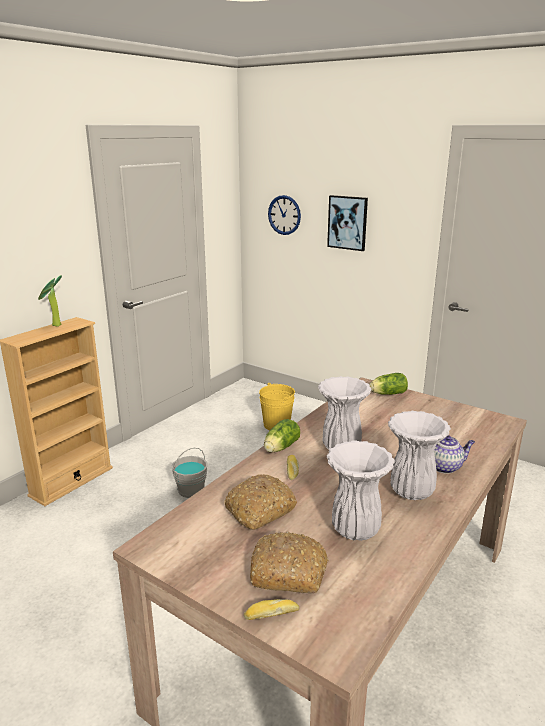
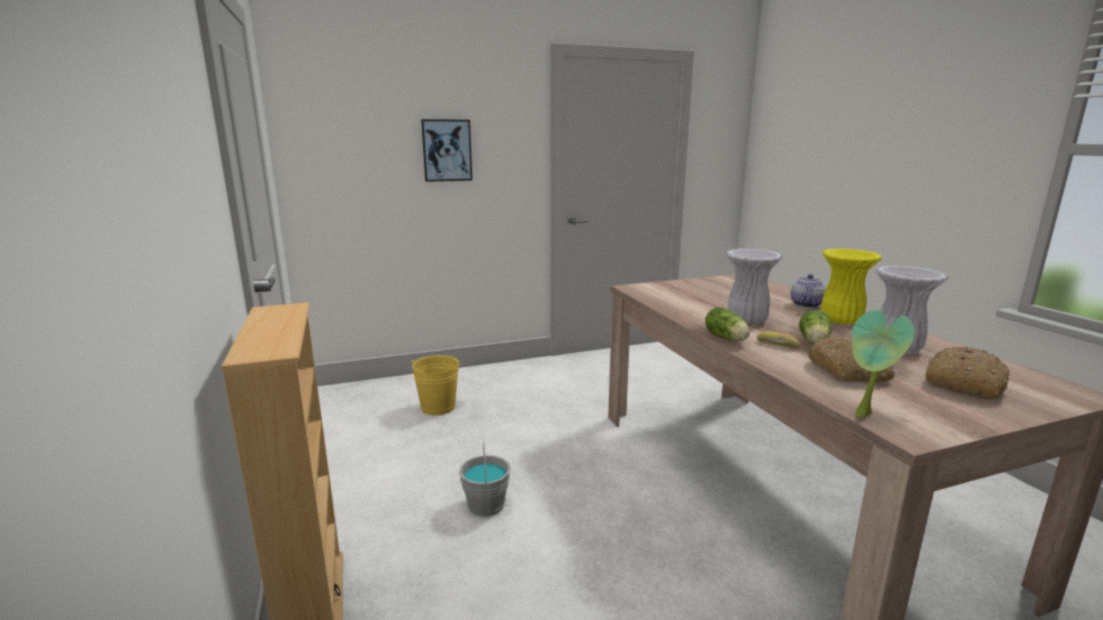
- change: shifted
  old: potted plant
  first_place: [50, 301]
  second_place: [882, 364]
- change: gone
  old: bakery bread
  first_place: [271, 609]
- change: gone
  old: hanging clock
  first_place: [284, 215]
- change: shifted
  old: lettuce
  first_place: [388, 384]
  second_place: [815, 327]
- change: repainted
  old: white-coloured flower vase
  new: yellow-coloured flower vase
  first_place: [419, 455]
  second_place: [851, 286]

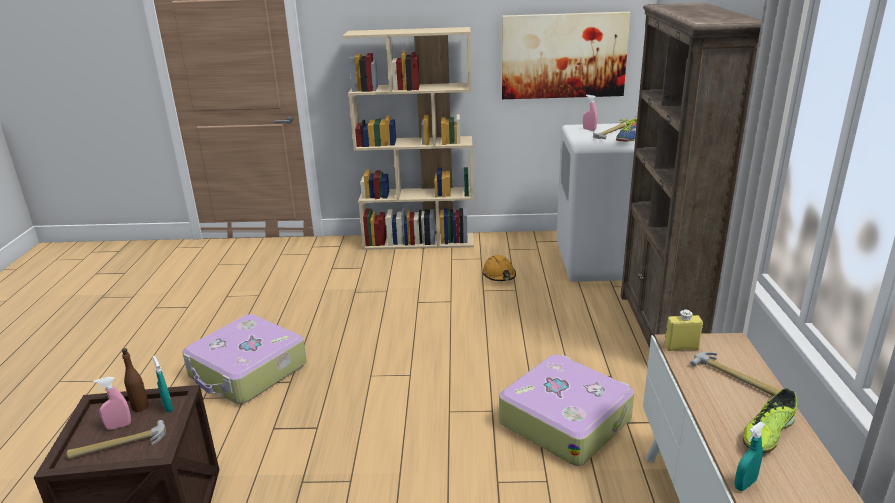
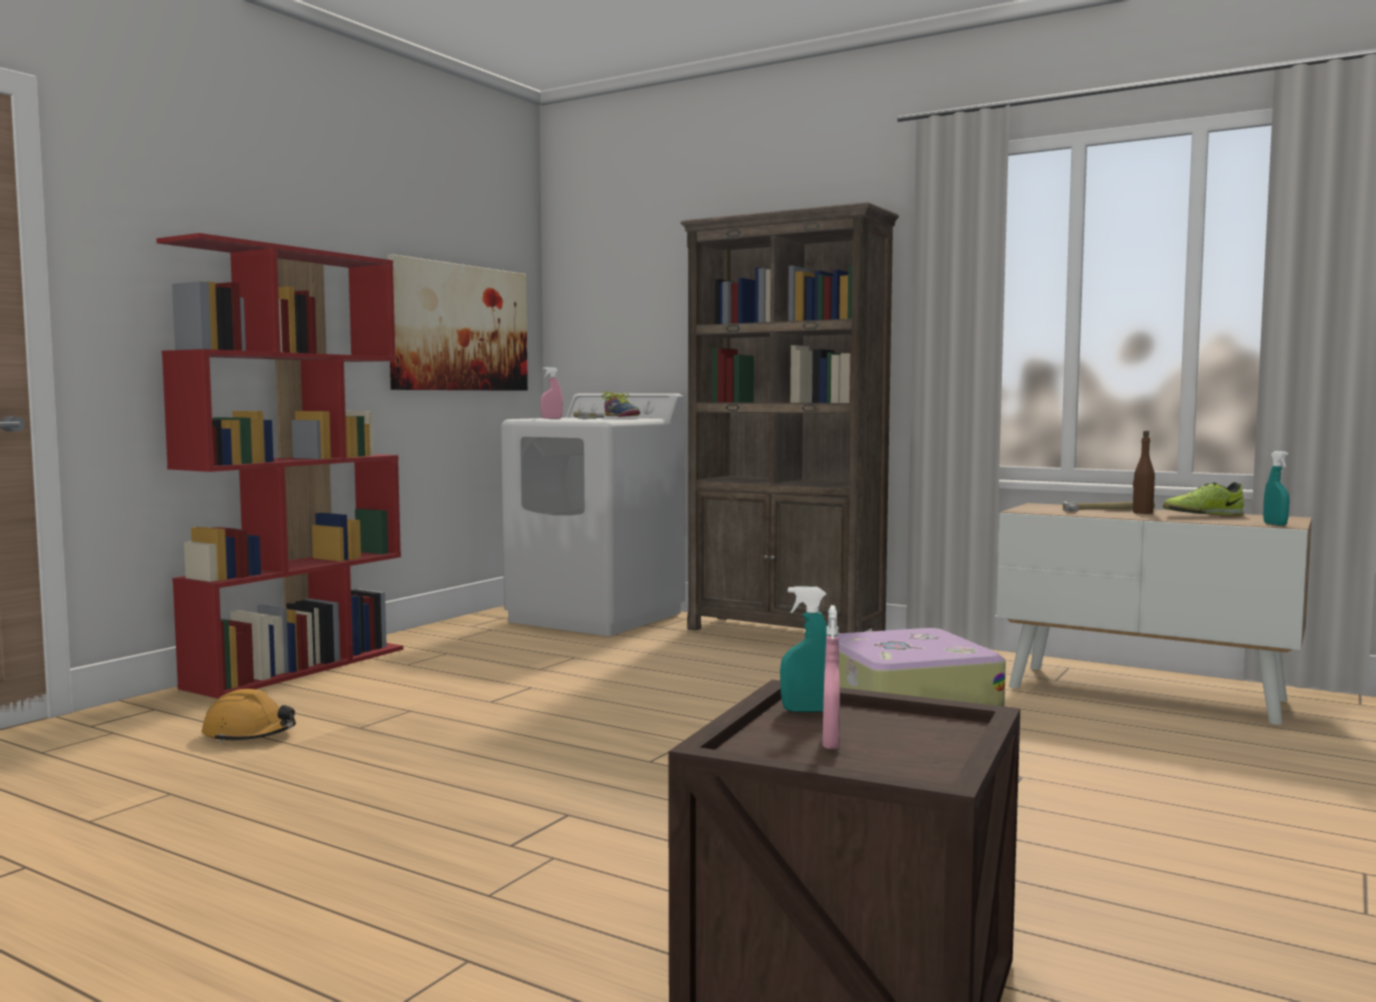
- change: gone
  old: tool hammer
  first_place: [116, 439]
- change: shifted
  old: brownish bottle
  first_place: [135, 380]
  second_place: [1144, 472]
- change: gone
  old: suitcase
  first_place: [245, 359]
- change: repainted
  old: beige-coloured bookshelf
  new: reddish bookshelf
  first_place: [408, 138]
  second_place: [279, 465]
- change: shifted
  old: orange-coloured safety helmet
  first_place: [499, 268]
  second_place: [248, 716]
- change: gone
  old: yellow-coloured bottle
  first_place: [684, 330]
- change: rotated
  old: low shoe
  first_place: [770, 420]
  second_place: [1203, 499]
  degrees: 90

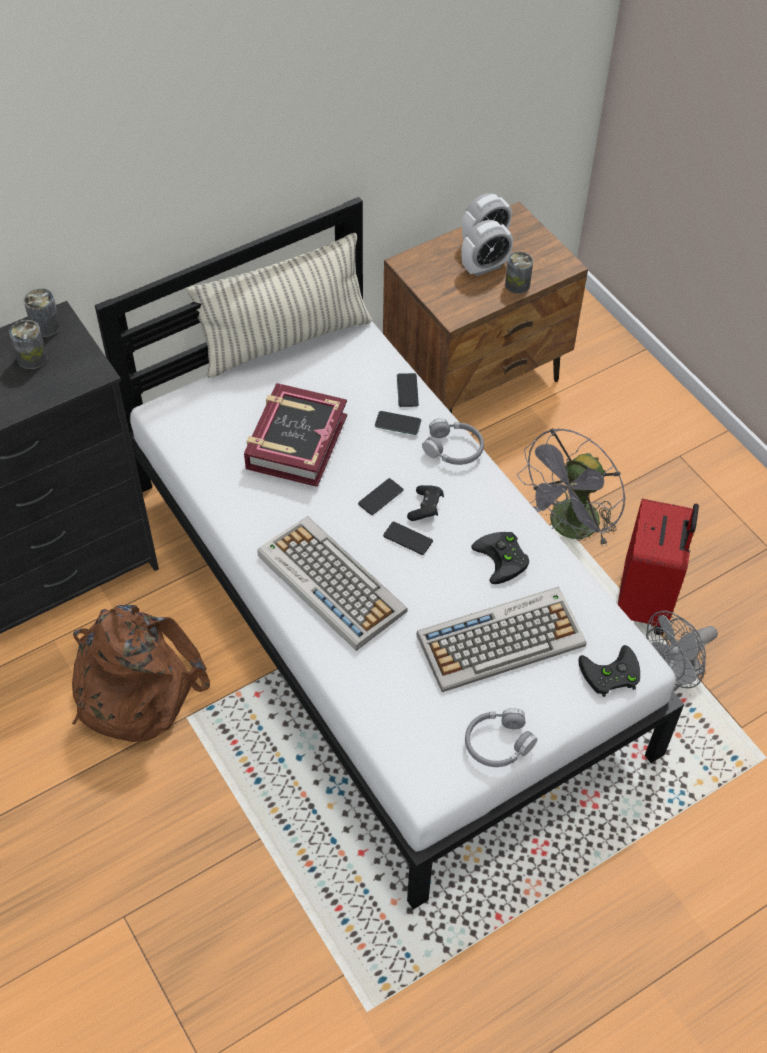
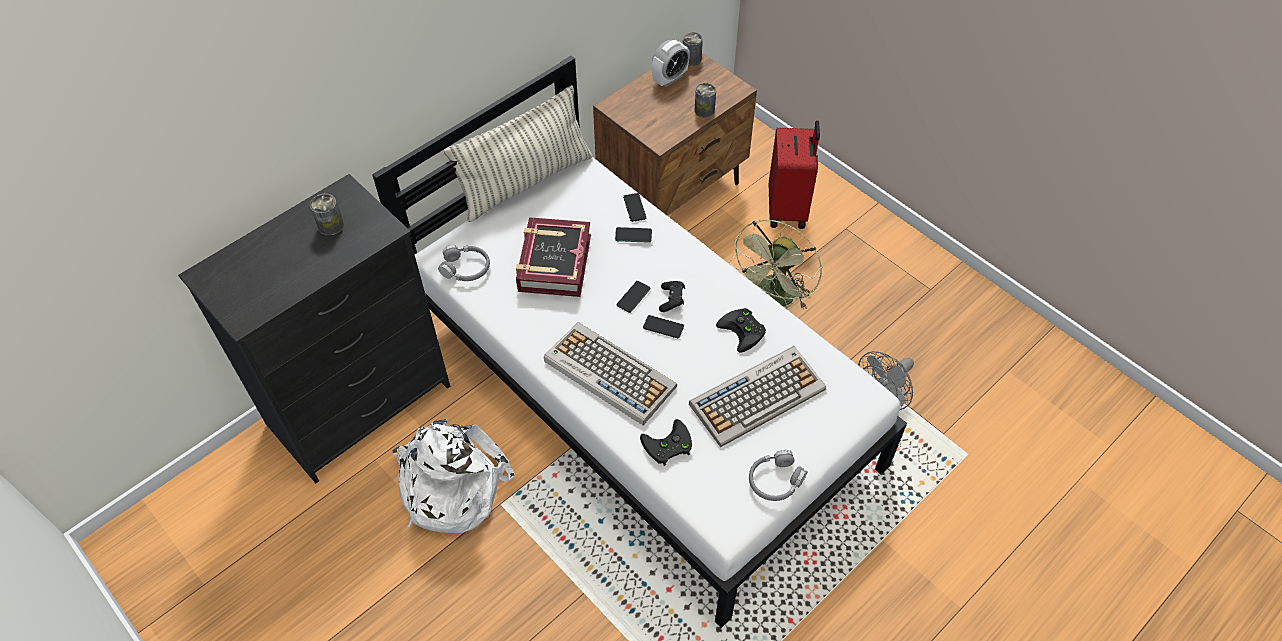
- change: shifted
  old: can
  first_place: [42, 312]
  second_place: [693, 49]
- change: repainted
  old: brownish knapsack
  new: white-coloured knapsack
  first_place: [141, 673]
  second_place: [454, 476]
- change: shifted
  old: grey pair of headphones
  first_place: [453, 442]
  second_place: [464, 263]
- change: gone
  old: table clock
  first_place: [487, 248]
- change: repainted
  old: grey electric fan
  new: greenish electric fan
  first_place: [571, 487]
  second_place: [775, 264]
- change: shifted
  old: black-coloured joypad
  first_place: [609, 671]
  second_place: [666, 442]
- change: shifted
  old: reddish suitcase
  first_place: [658, 567]
  second_place: [794, 174]

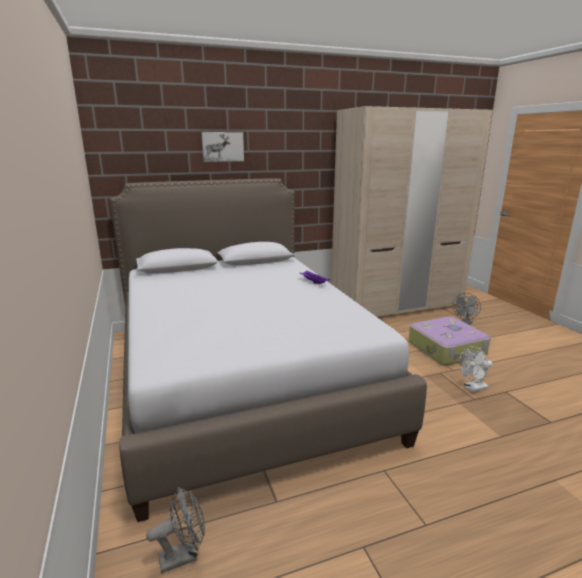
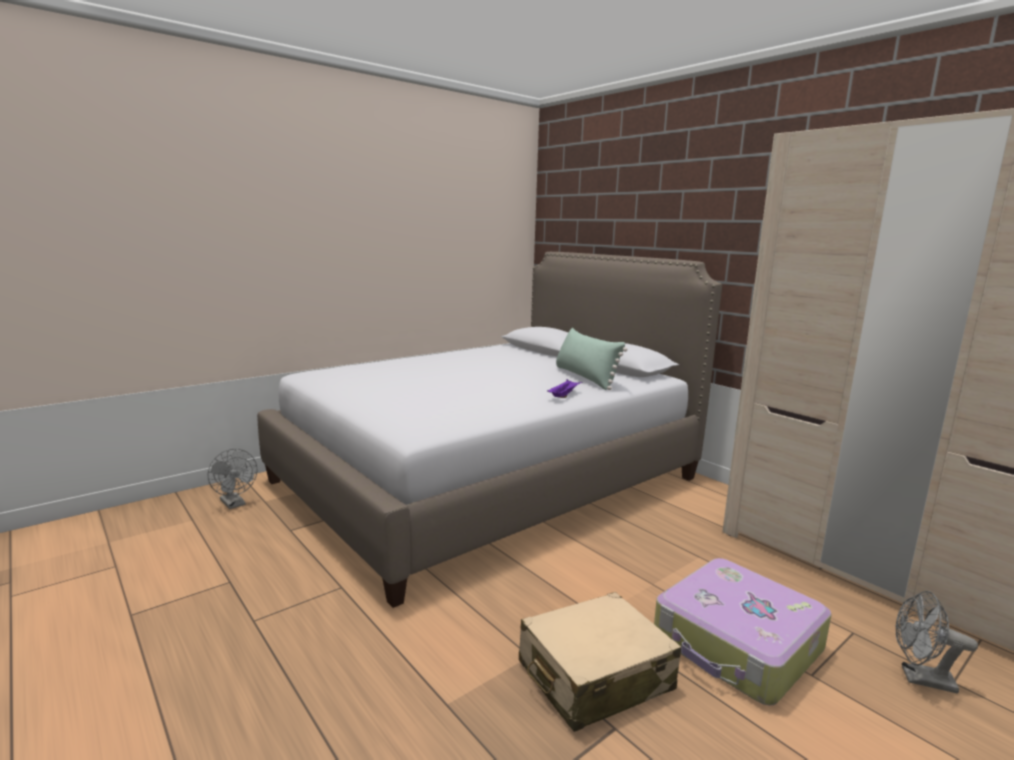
- change: gone
  old: wall picture
  first_place: [222, 147]
- change: swapped
  old: white-coloured electric fan
  new: beige-coloured suitcase
  first_place: [476, 369]
  second_place: [600, 662]
- change: new
  new: greenish throw pillow
  second_place: [592, 359]

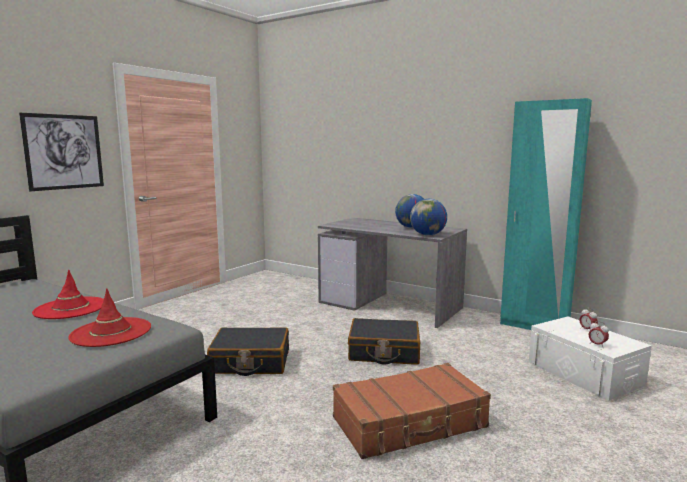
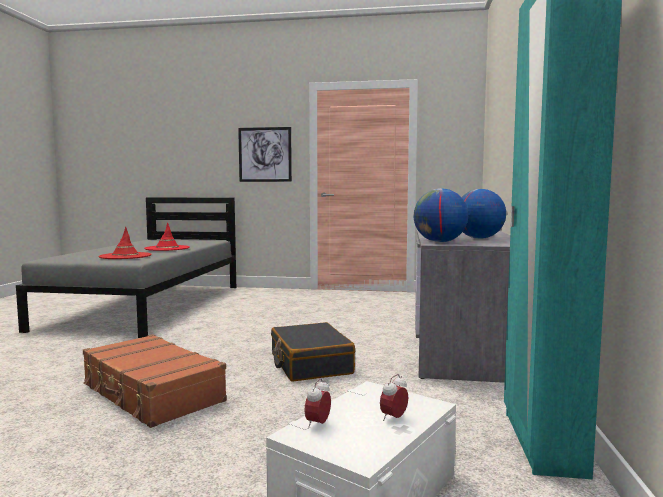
- change: gone
  old: black-coloured suitcase
  first_place: [248, 351]

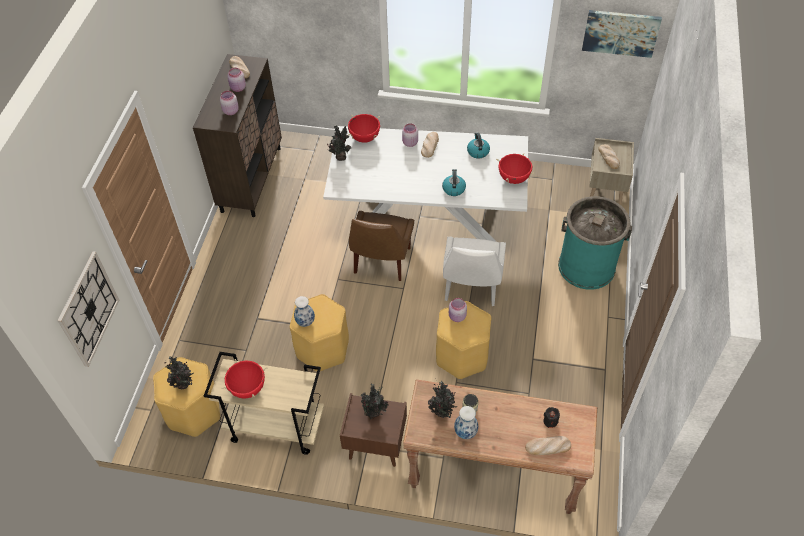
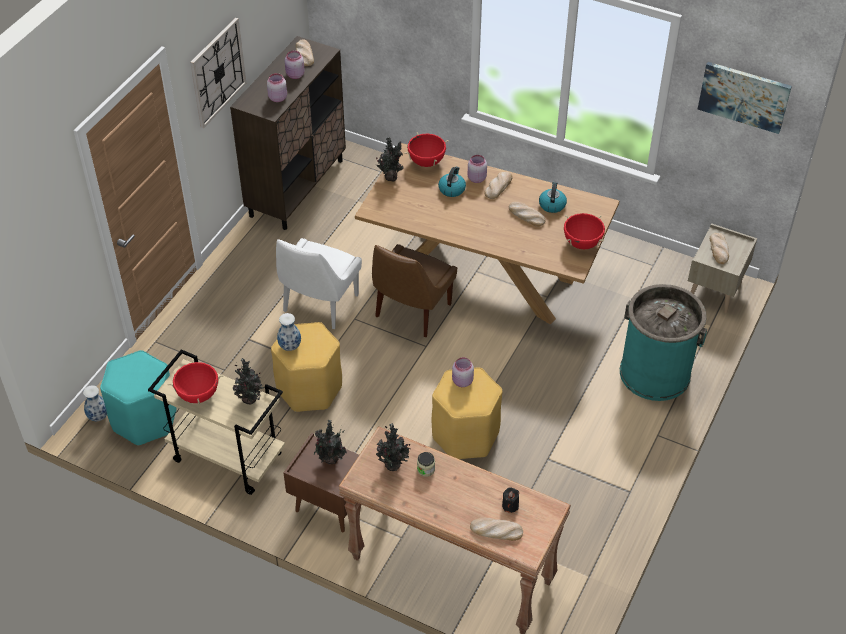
- change: shifted
  old: hanging clock
  first_place: [88, 309]
  second_place: [218, 73]
- change: repainted
  old: yellow-coloured stool seat
  new: turquoise-coloured stool seat
  first_place: [186, 397]
  second_place: [138, 398]
- change: shifted
  old: potted plant
  first_place: [179, 372]
  second_place: [249, 381]
- change: repainted
  old: white-coloured dinner table
  new: brownish dinner table
  first_place: [425, 183]
  second_place: [487, 233]
- change: shifted
  old: kettle
  first_place: [454, 182]
  second_place: [452, 182]
- change: shifted
  old: white-coloured plain chair
  first_place: [474, 271]
  second_place: [319, 283]
- change: shifted
  old: flower vase
  first_place: [466, 422]
  second_place: [95, 403]
- change: new
  new: bakery bread
  second_place: [527, 214]

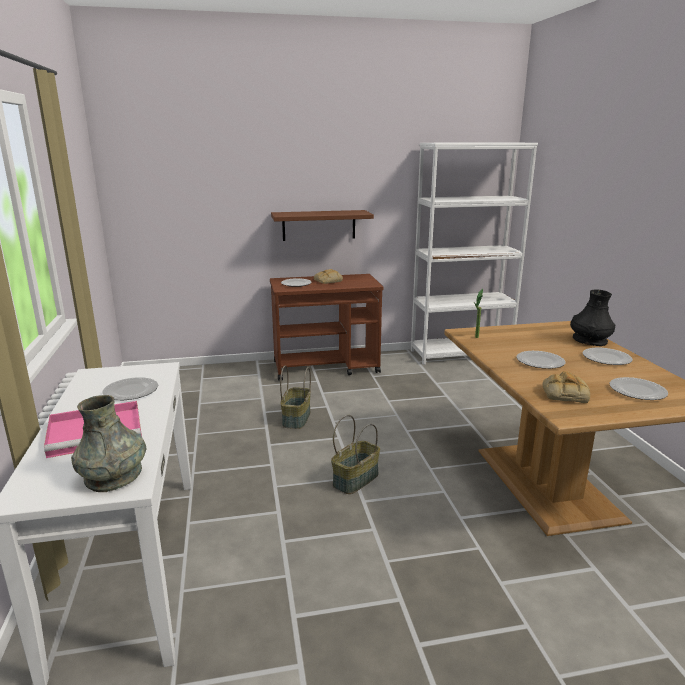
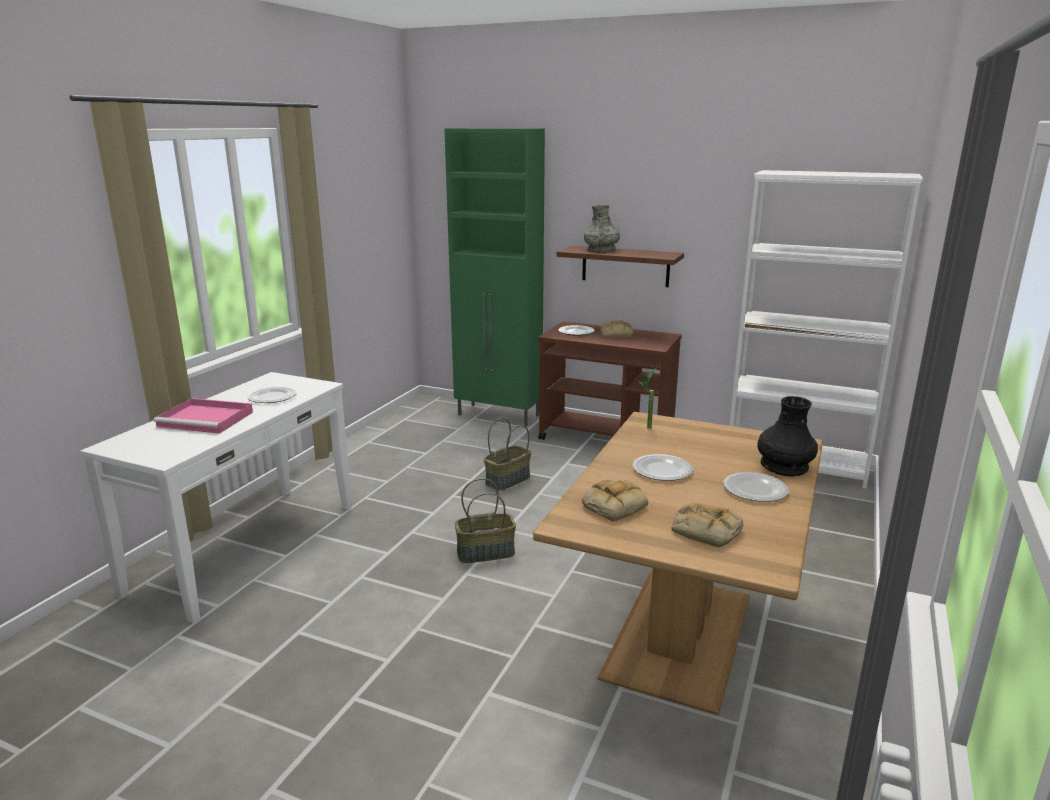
- change: shifted
  old: grey flower vase
  first_place: [108, 443]
  second_place: [602, 228]
- change: swapped
  old: plate
  new: bakery bread
  first_place: [639, 388]
  second_place: [707, 525]
- change: new
  new: greenish cupboard
  second_place: [494, 277]

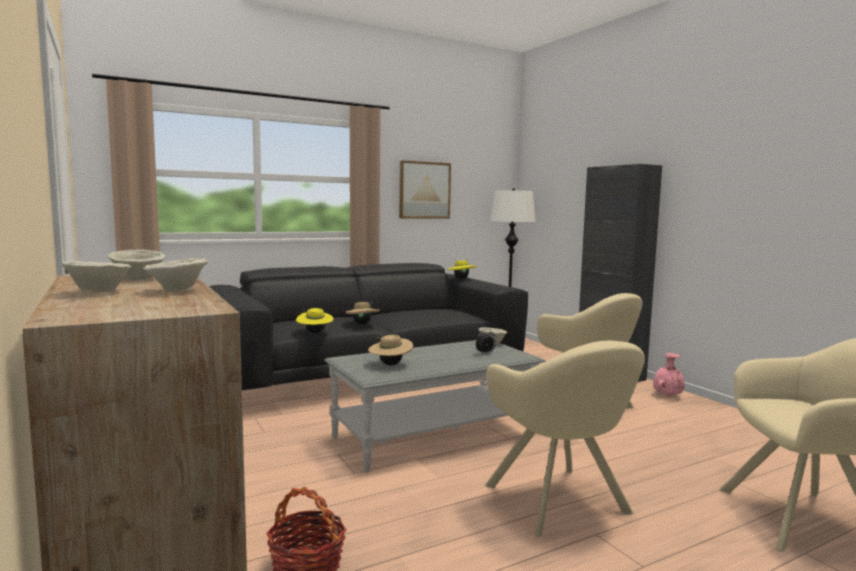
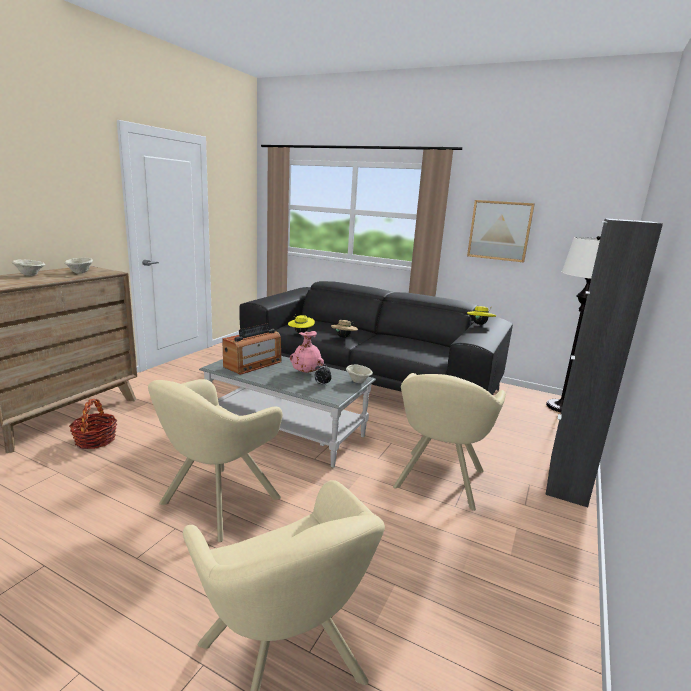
- change: gone
  old: beige-coloured bowl
  first_place: [175, 275]
- change: swapped
  old: beige-coloured clothing hat
  new: radio receiver
  first_place: [390, 349]
  second_place: [251, 349]
- change: shifted
  old: pink flower vase
  first_place: [669, 374]
  second_place: [307, 352]

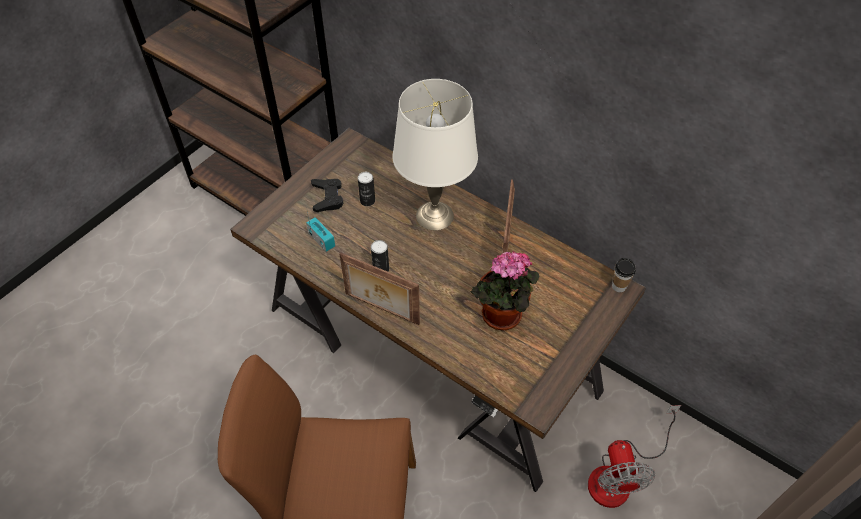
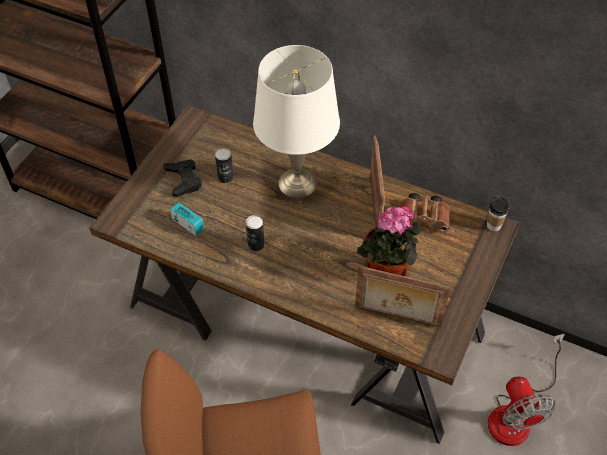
- change: shifted
  old: photo frame
  first_place: [379, 288]
  second_place: [403, 296]
- change: new
  new: brownish pair of binoculars
  second_place: [424, 212]

